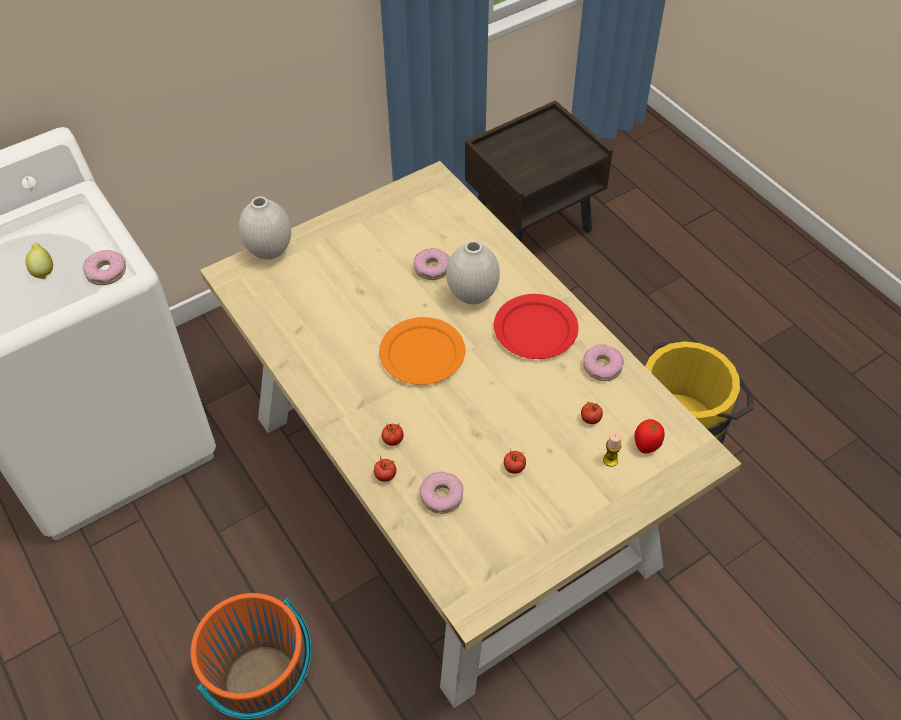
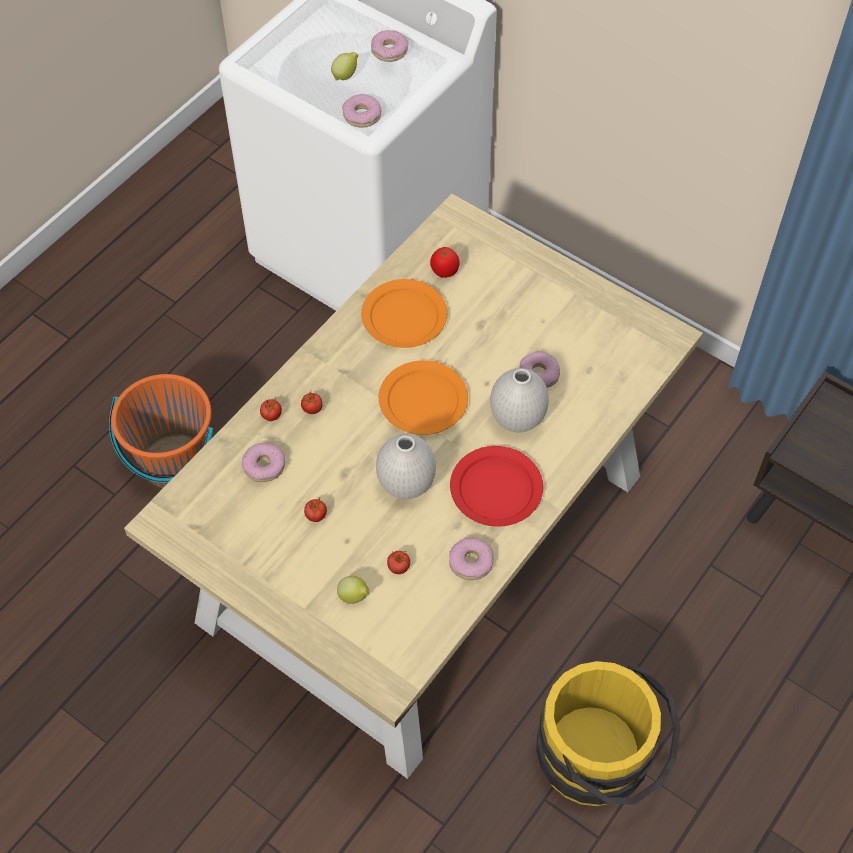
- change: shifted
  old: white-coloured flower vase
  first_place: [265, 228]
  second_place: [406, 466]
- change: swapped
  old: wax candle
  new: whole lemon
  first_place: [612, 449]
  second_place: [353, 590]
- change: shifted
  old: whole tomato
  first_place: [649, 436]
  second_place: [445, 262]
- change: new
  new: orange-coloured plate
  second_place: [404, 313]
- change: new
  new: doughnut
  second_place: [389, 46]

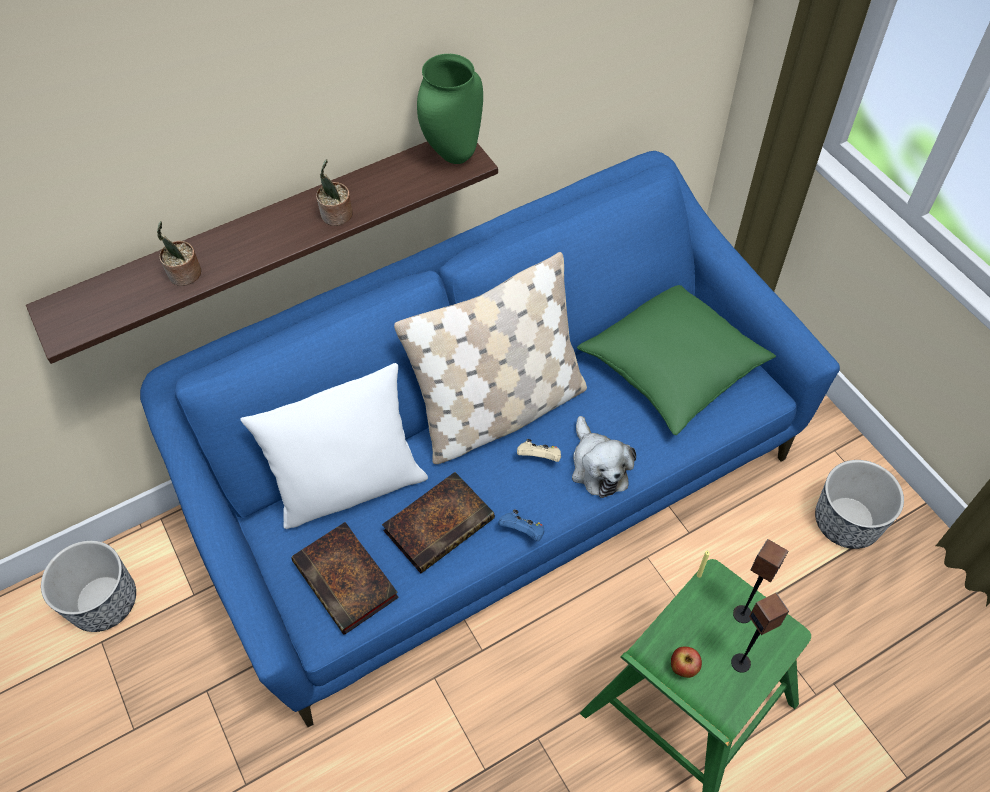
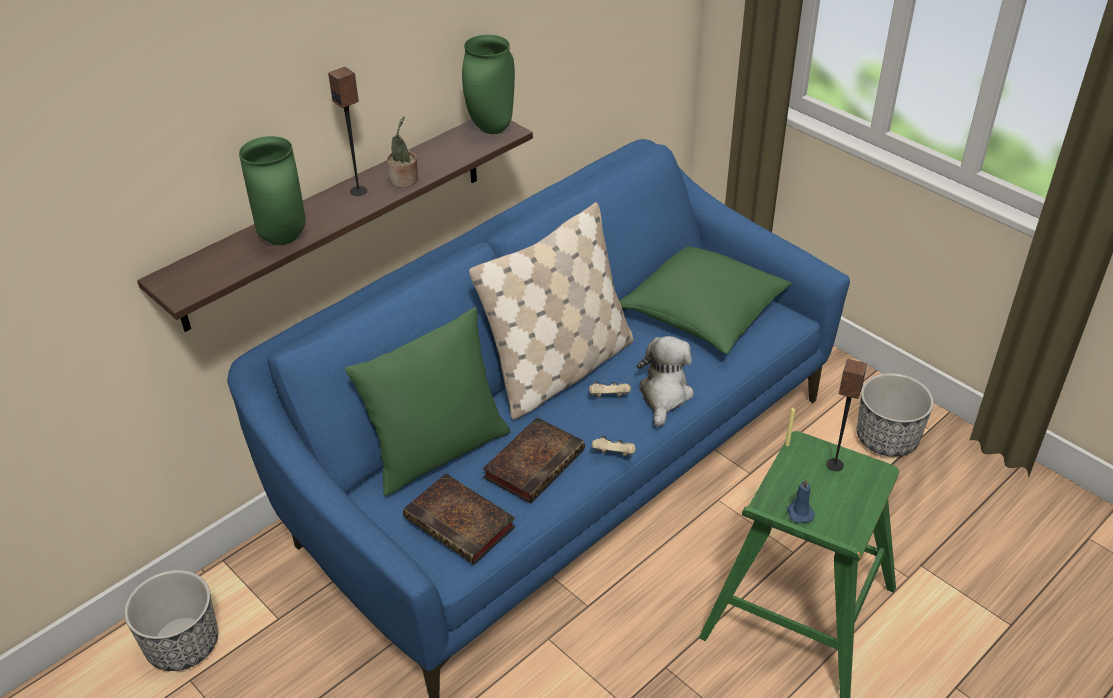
- change: swapped
  old: potted plant
  new: greenish flower vase
  first_place: [179, 253]
  second_place: [272, 190]
- change: repainted
  old: white-coloured throw pillow
  new: greenish throw pillow
  first_place: [334, 446]
  second_place: [427, 401]
- change: repainted
  old: blue joypad
  new: beige-coloured joypad
  first_place: [521, 525]
  second_place: [614, 446]
- change: rotated
  old: soft toy
  first_place: [604, 457]
  second_place: [665, 381]
  degrees: -135
- change: swapped
  old: apple
  new: blue wax candle
  first_place: [686, 662]
  second_place: [801, 500]
- change: shifted
  old: loudspeaker
  first_place: [760, 633]
  second_place: [347, 131]

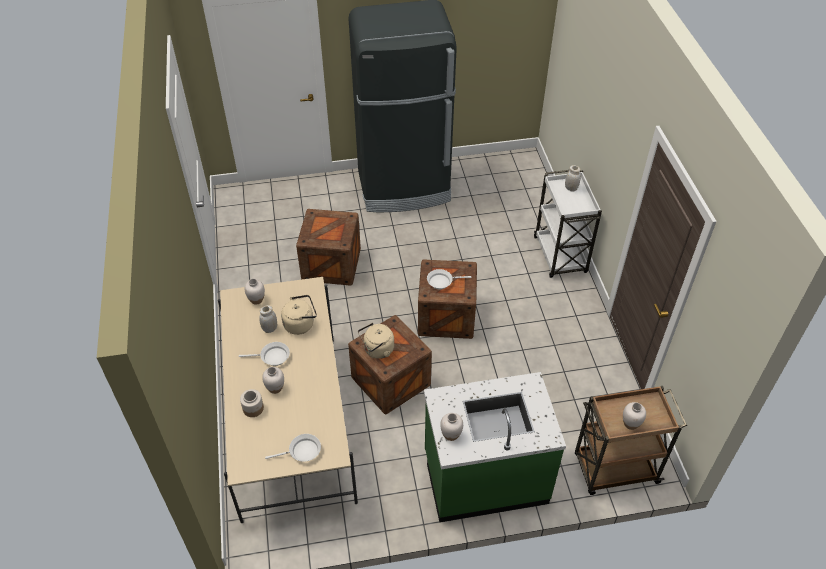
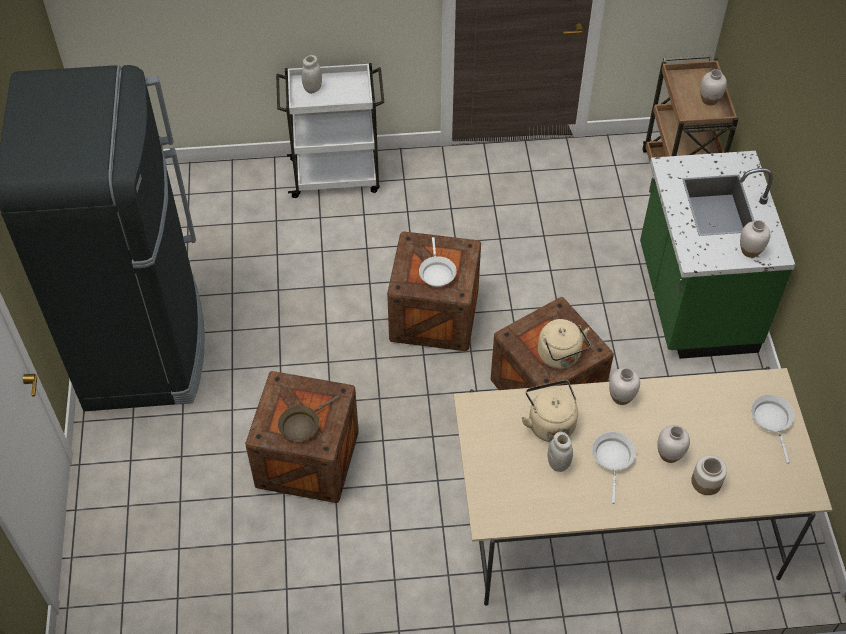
- change: shifted
  old: white-coloured flower vase
  first_place: [254, 291]
  second_place: [624, 386]
- change: new
  new: brownish pan
  second_place: [308, 418]

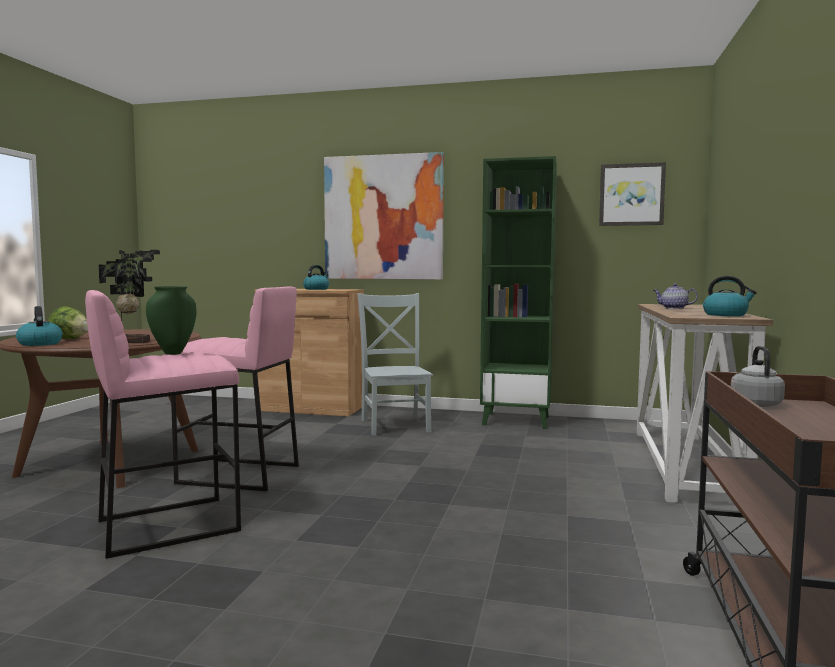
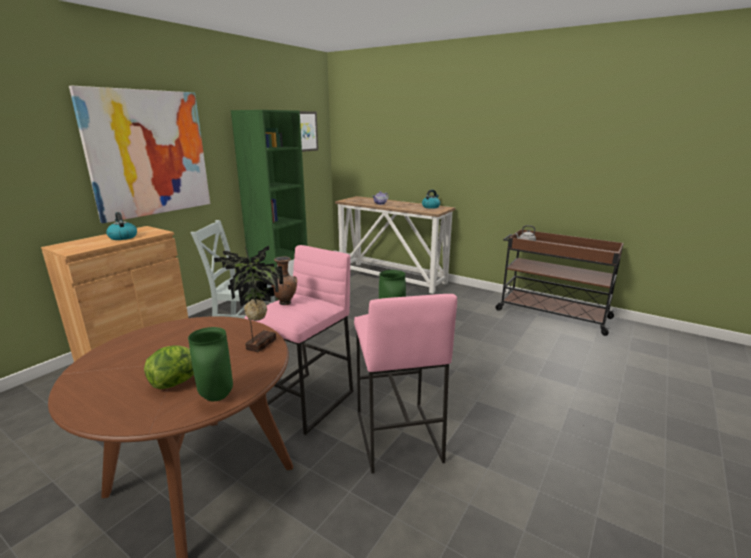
- change: swapped
  old: kettle
  new: greenish flower vase
  first_place: [39, 326]
  second_place: [210, 364]
- change: new
  new: brownish flower vase
  second_place: [284, 280]

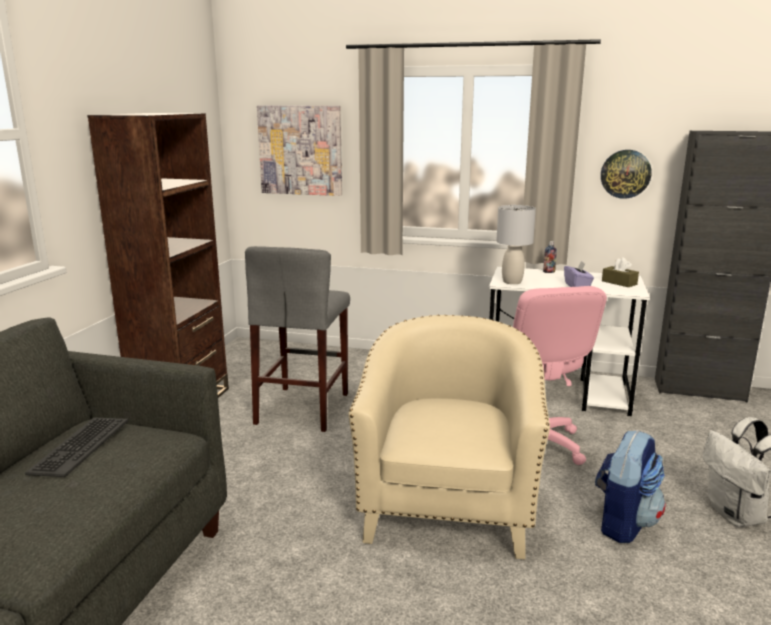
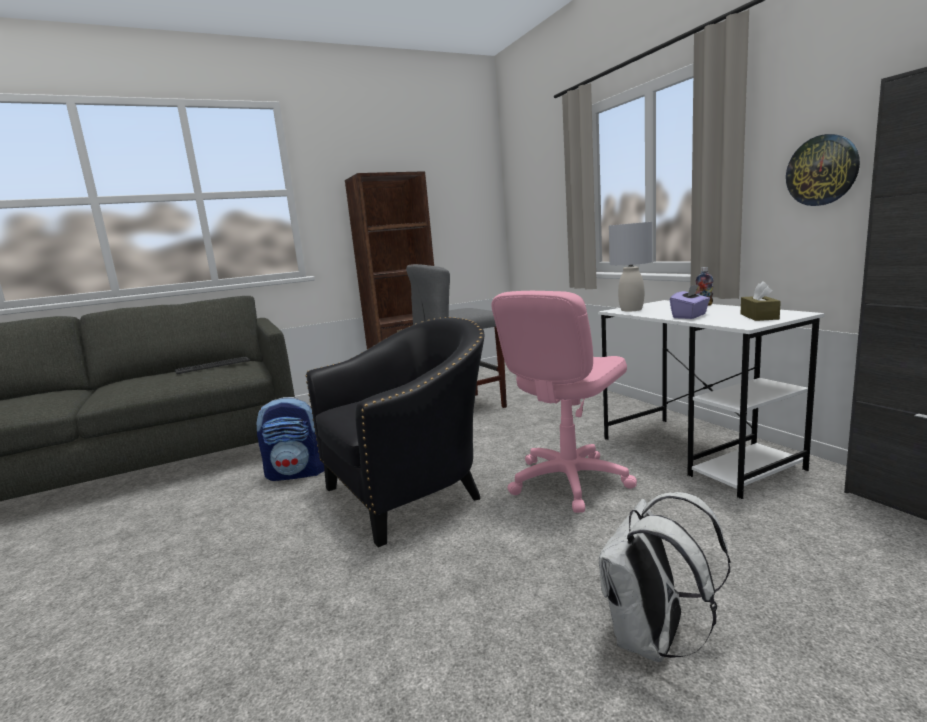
- change: gone
  old: wall picture
  first_place: [299, 150]
- change: repainted
  old: beige-coloured easy chair
  new: black-coloured easy chair
  first_place: [449, 437]
  second_place: [395, 432]
- change: shifted
  old: knapsack
  first_place: [630, 486]
  second_place: [290, 439]

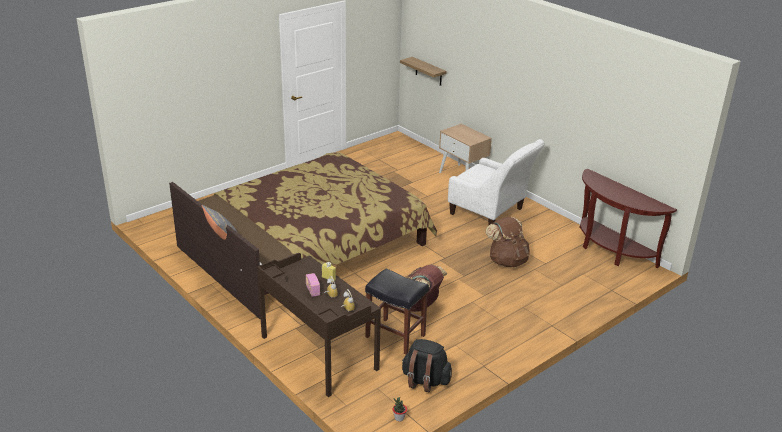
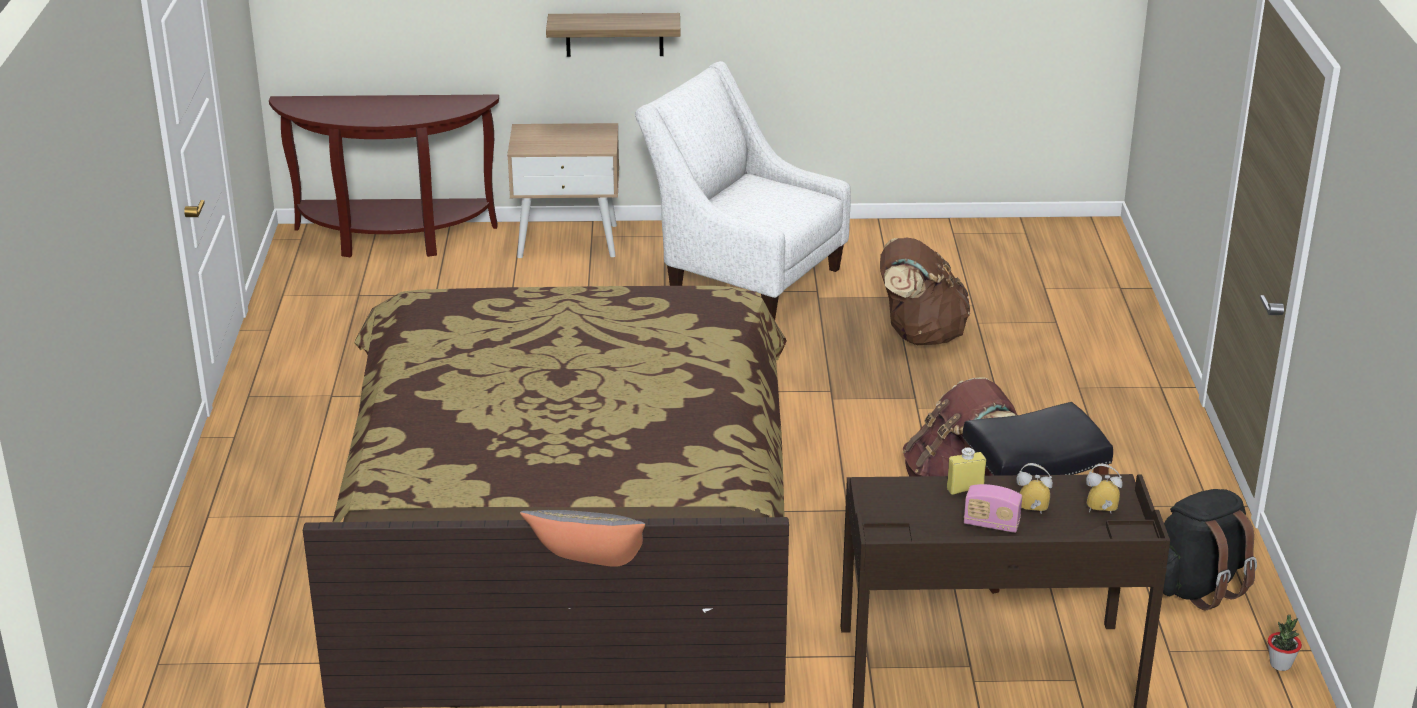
- change: shifted
  old: shelf
  first_place: [423, 71]
  second_place: [613, 35]
- change: rotated
  old: white-coloured easy chair
  first_place: [496, 182]
  second_place: [743, 190]
  degrees: -135
- change: shifted
  old: brownish narrow table
  first_place: [628, 218]
  second_place: [384, 176]

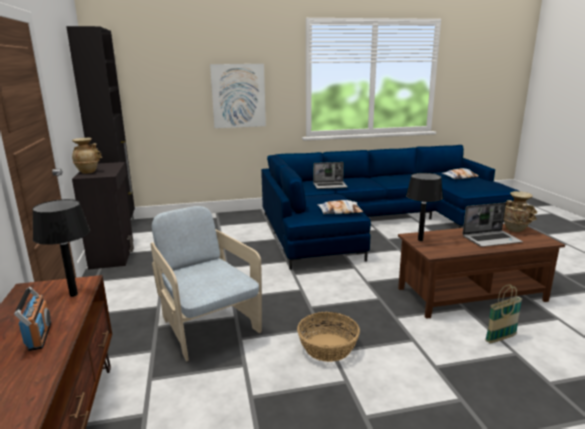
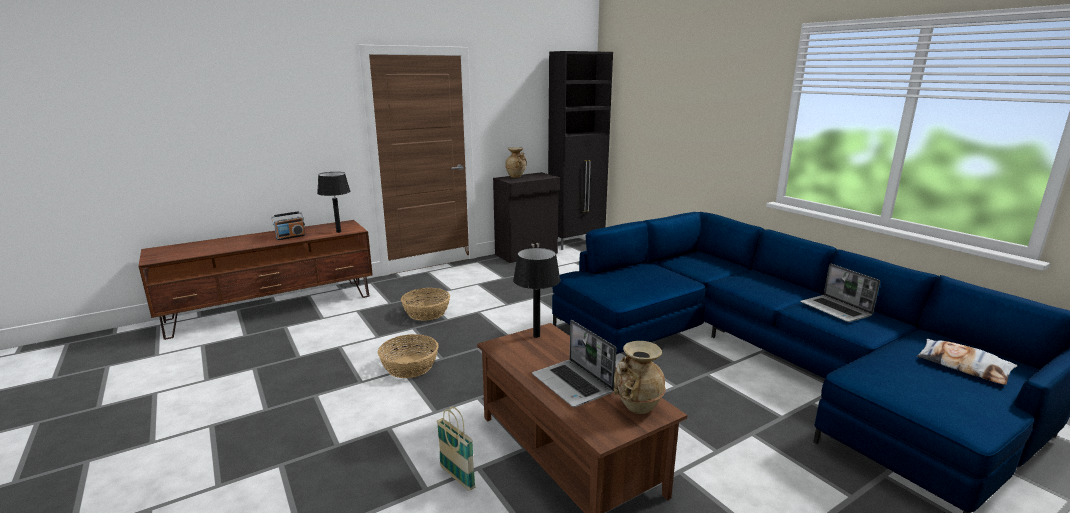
- change: swapped
  old: beige-coloured easy chair
  new: household basket
  first_place: [206, 284]
  second_place: [425, 304]
- change: gone
  old: wall picture
  first_place: [238, 96]
- change: shifted
  old: portable computer
  first_place: [330, 175]
  second_place: [840, 293]
- change: gone
  old: throw pillow
  first_place: [340, 207]

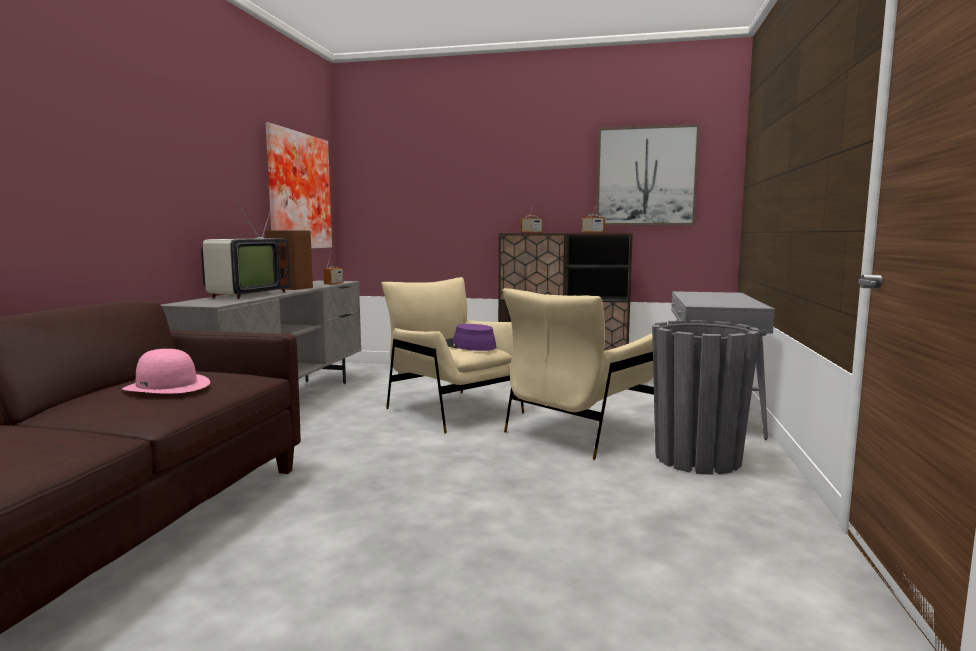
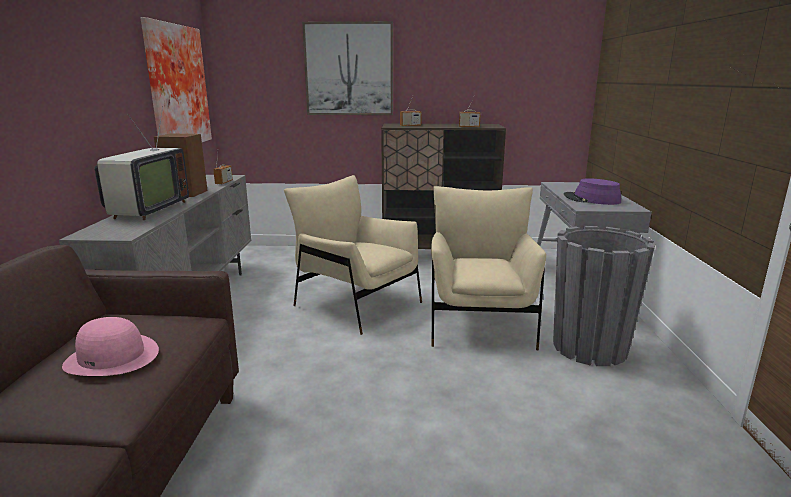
- change: shifted
  old: purplish clothing hat
  first_place: [471, 337]
  second_place: [592, 191]
- change: rotated
  old: beige-coloured easy chair
  first_place: [578, 374]
  second_place: [488, 268]
  degrees: 150
- change: shifted
  old: wall picture
  first_place: [648, 174]
  second_place: [347, 68]

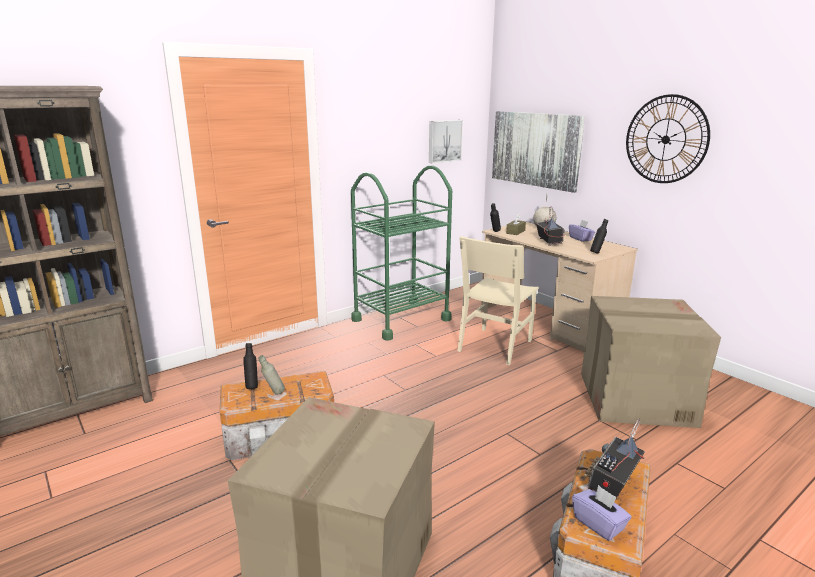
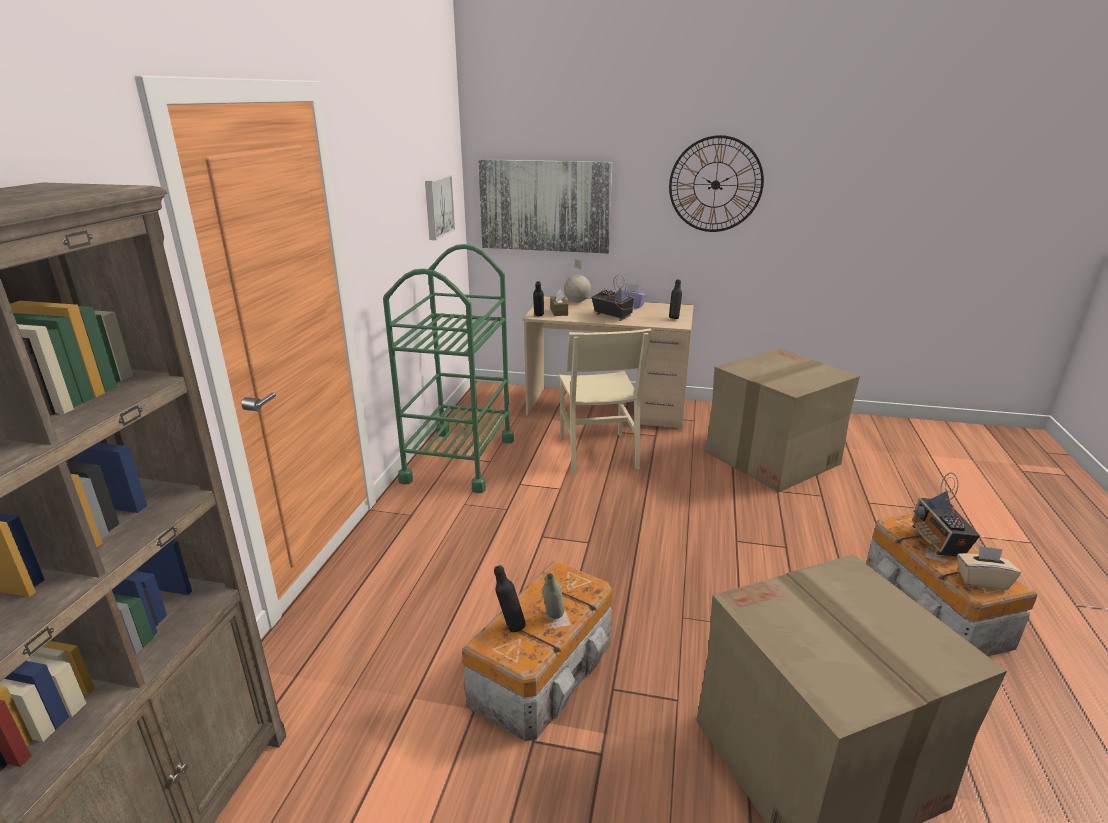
- change: repainted
  old: purplish tissue box
  new: beige-coloured tissue box
  first_place: [601, 513]
  second_place: [989, 568]

